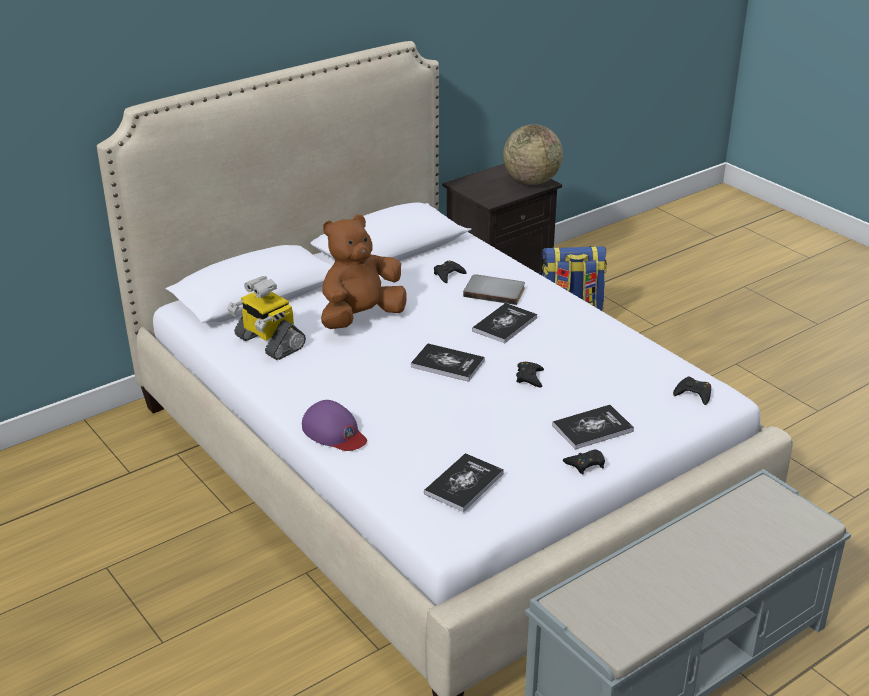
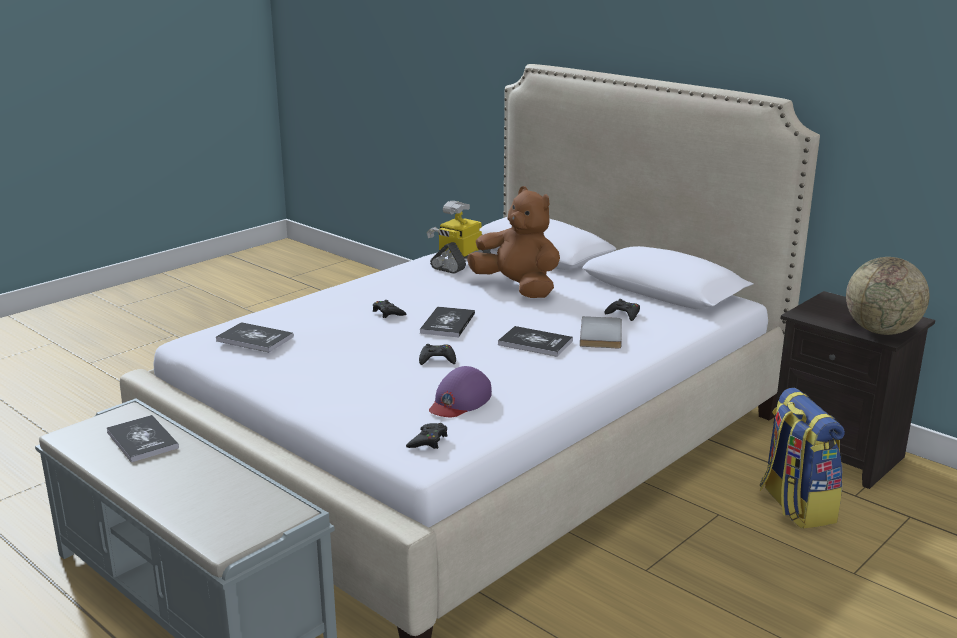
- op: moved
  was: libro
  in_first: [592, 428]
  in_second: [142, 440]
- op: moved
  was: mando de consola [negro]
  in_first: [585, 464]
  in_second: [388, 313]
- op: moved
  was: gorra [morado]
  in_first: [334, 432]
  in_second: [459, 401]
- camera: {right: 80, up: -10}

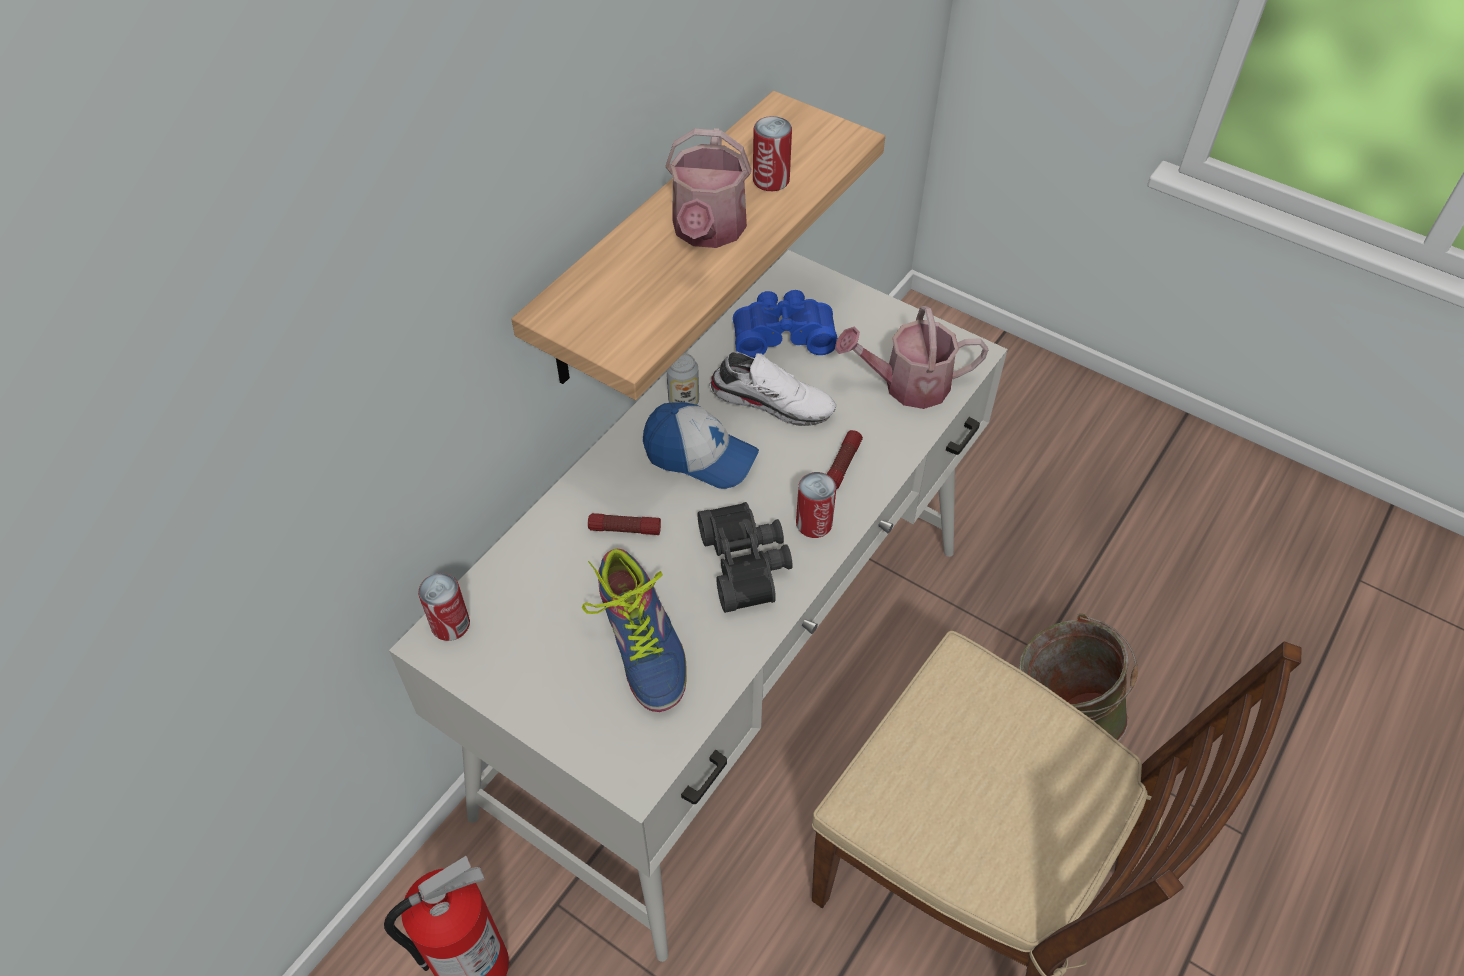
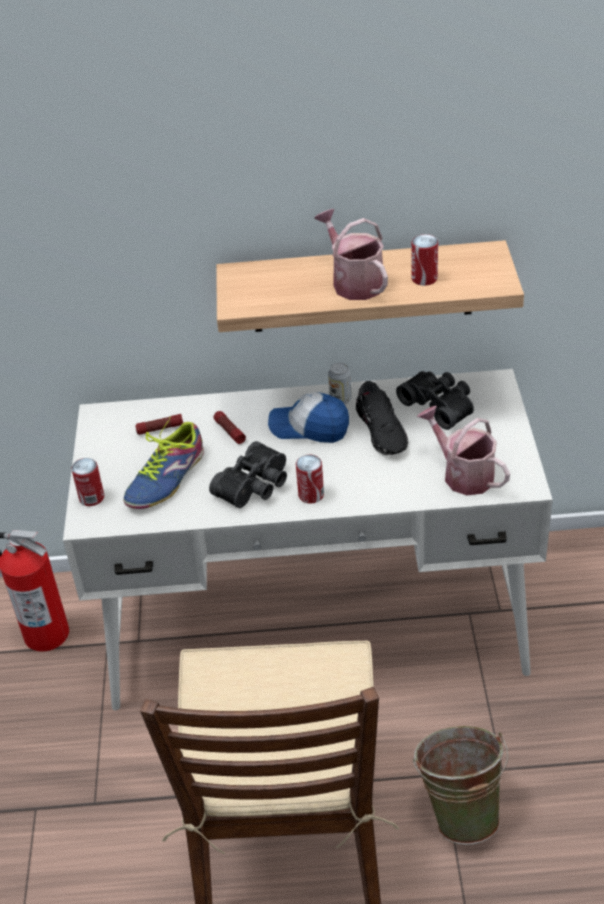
- op: moved
  was: lata
  in_first: [450, 625]
  in_second: [91, 497]
- op: moved
  was: linterna
  in_first: [842, 465]
  in_second: [160, 429]
- op: turned
  was: gorra
  in_first: [700, 456]
  in_second: [309, 427]
  clockwise: 120
- op: turned
  was: regadera
  in_first: [707, 232]
  in_second: [354, 282]
  clockwise: 90
- op: recoloured
  was: zapato [blanco]
  now: zapato [negro]
  in_first: [773, 401]
  in_second: [382, 430]
- op: recoloured
  was: prismáticos [azul]
  now: prismáticos [negro]
  in_first: [783, 334]
  in_second: [439, 405]
- camera: {right: 55, up: -10}

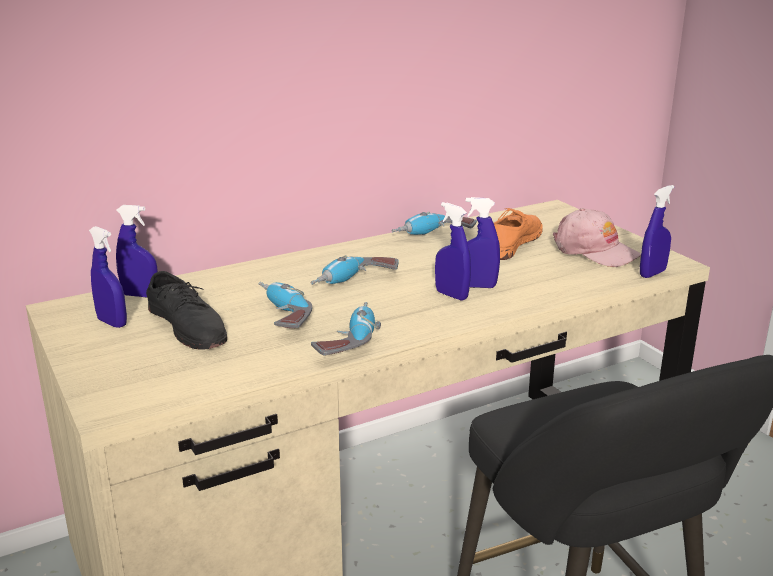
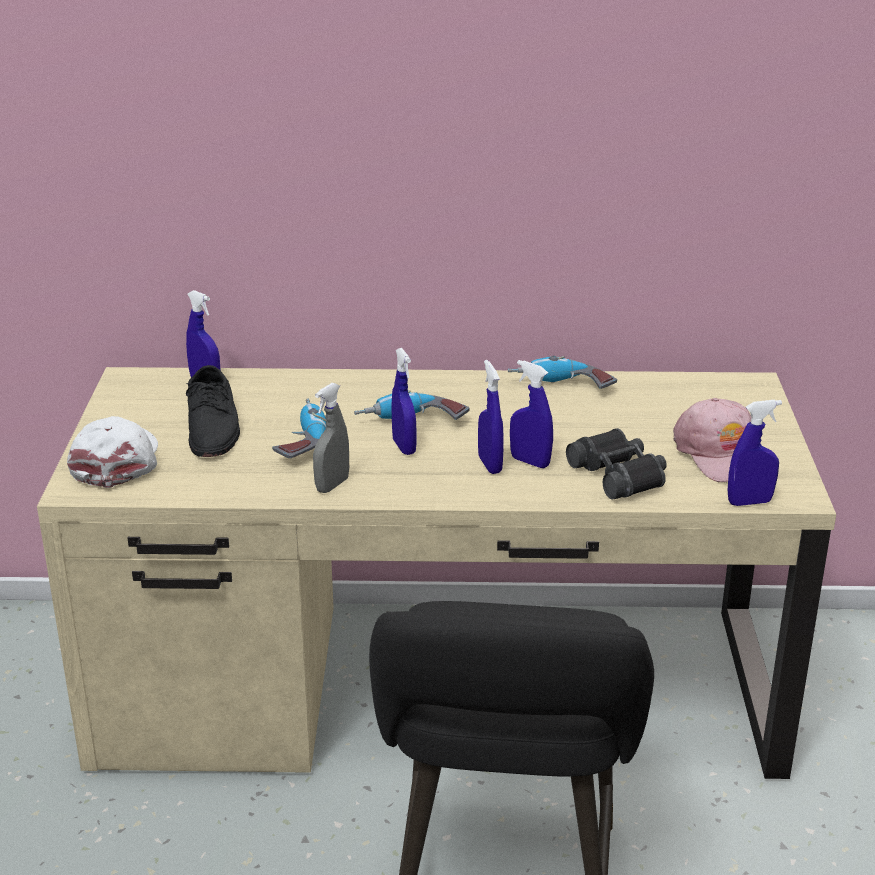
- op: added
  now: gorra [blanco]
  in_second: [116, 461]
- op: replaced
  was: taladro
  now: pulverizador [gris]
  in_first: [348, 340]
  in_second: [332, 485]
- op: moved
  was: pulverizador [azul]
  in_first: [112, 323]
  in_second: [404, 447]
- op: added
  now: prismáticos [negro]
  in_second: [619, 475]
- op: removed
  was: zapato [naranja]
  in_first: [512, 242]
- camera: {right: 30, up: 5}

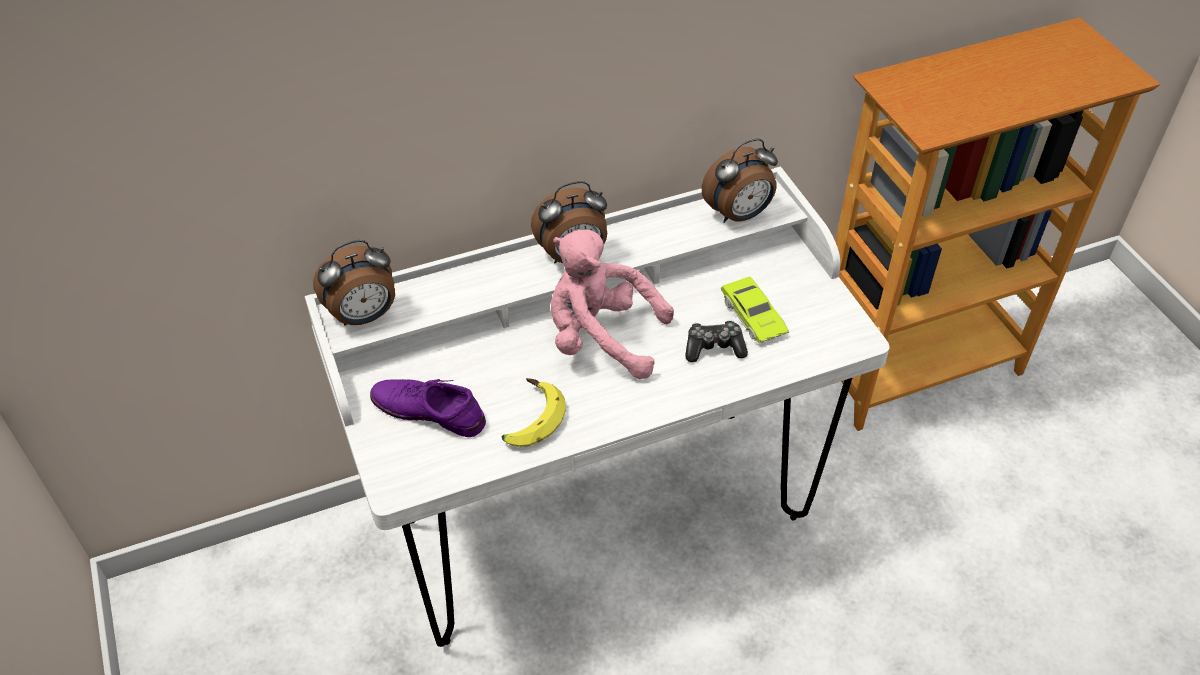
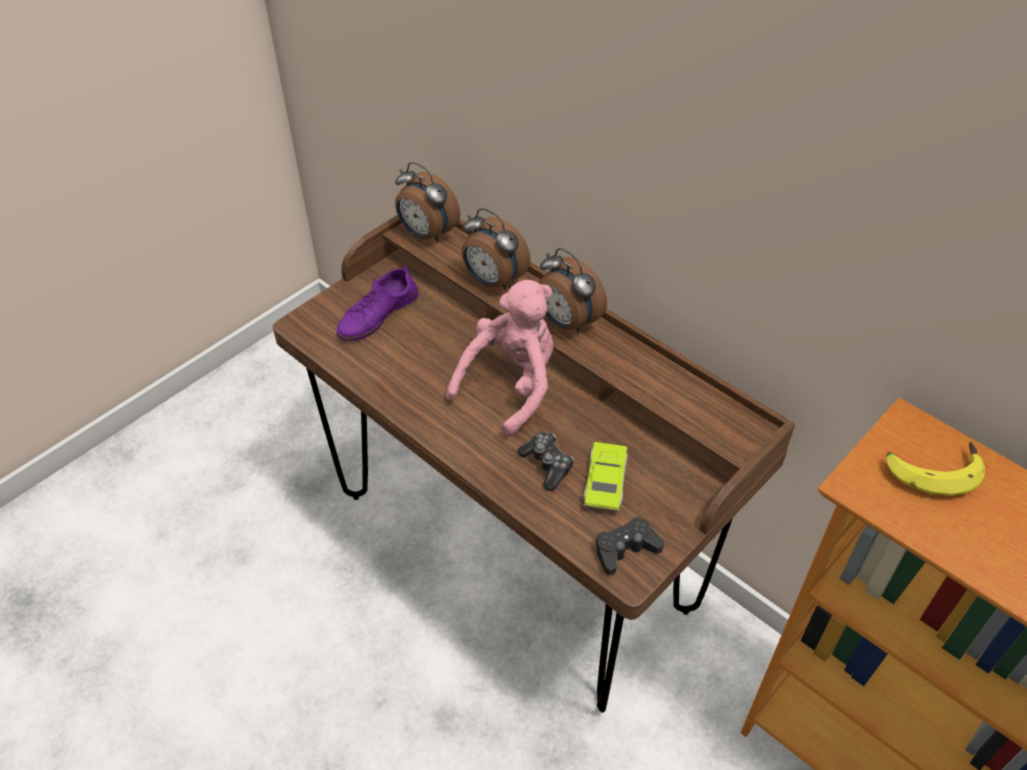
- op: recoloured
  was: escritorio [blanco]
  now: escritorio [marrón]
  in_first: [599, 518]
  in_second: [515, 551]
- op: turned
  was: zapato [morado]
  in_first: [428, 411]
  in_second: [378, 314]
  clockwise: -135
- op: turned
  was: peluche [rosa]
  in_first: [600, 338]
  in_second: [511, 385]
  clockwise: 45
- op: moved
  was: despertador
  in_first: [739, 215]
  in_second: [493, 281]
- op: turned
  was: coche de juguete [verde]
  in_first: [753, 316]
  in_second: [605, 481]
  clockwise: 150
- op: added
  now: mando de consola [negro]
  in_second: [625, 549]
- op: moved
  was: plátano
  in_first: [529, 418]
  in_second: [931, 469]
- camera: {right: 65, up: 0}

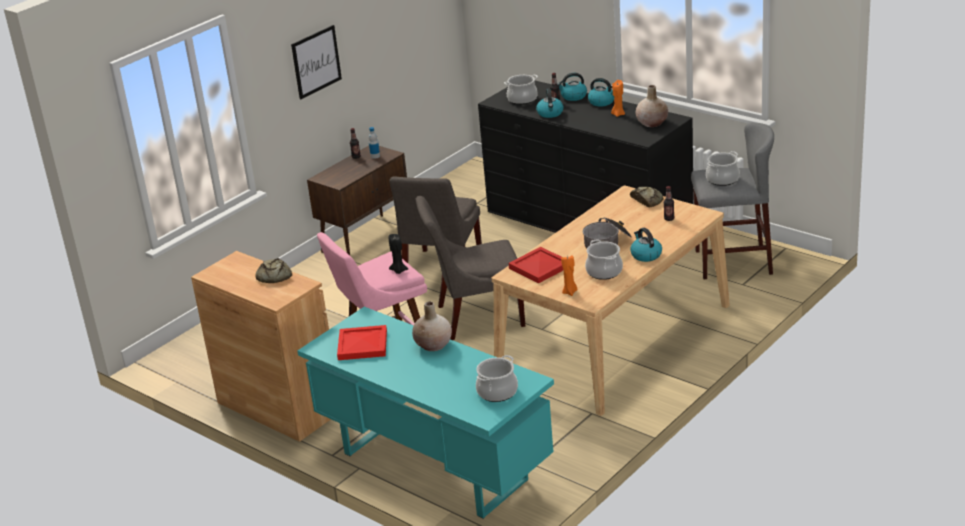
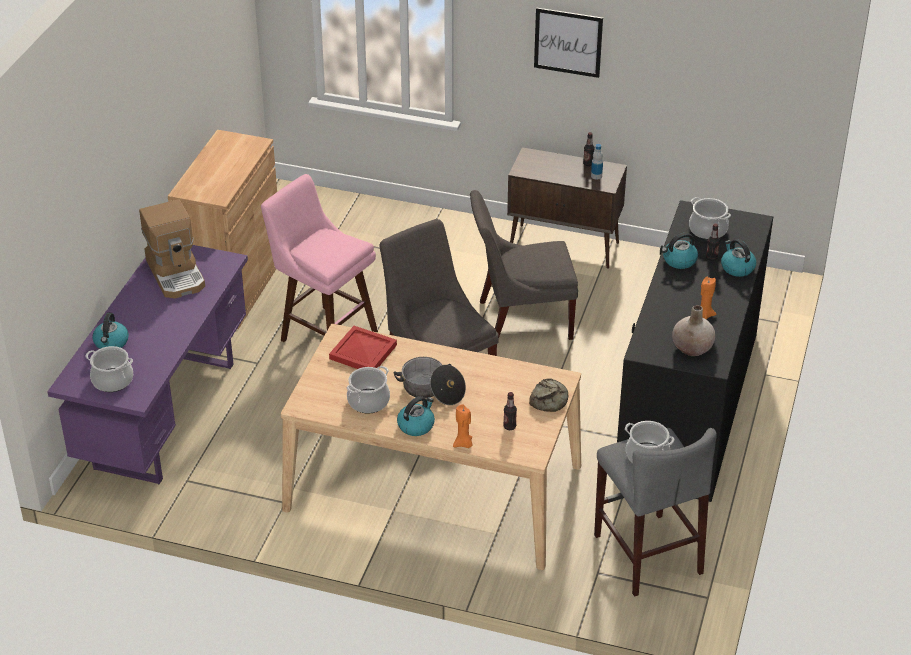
- op: recoloured
  was: escritorio [turquesa]
  now: escritorio [morado]
  in_first: [433, 467]
  in_second: [164, 414]
- op: moved
  was: hervidor
  in_first: [602, 102]
  in_second: [111, 343]
- op: replaced
  was: bandeja [rojo]
  now: cafetera
  in_first: [362, 344]
  in_second: [177, 273]
- op: moved
  was: vela [naranja]
  in_first: [570, 292]
  in_second: [463, 444]
- op: removed
  was: pan
  in_first: [273, 276]
- op: removed
  was: vela [negro]
  in_first: [398, 271]
- op: removed
  was: florero [beis]
  in_first: [433, 345]
- camera: {right: 65, up: 10}

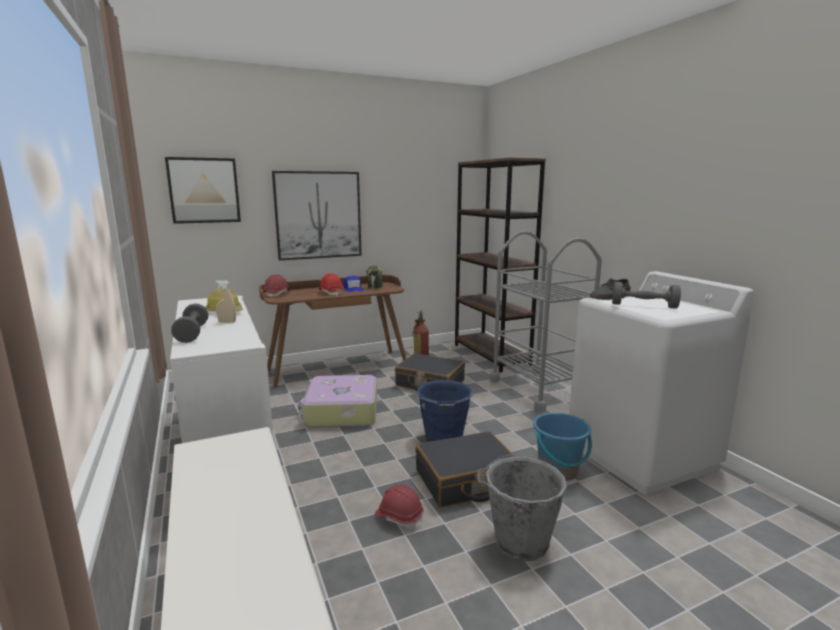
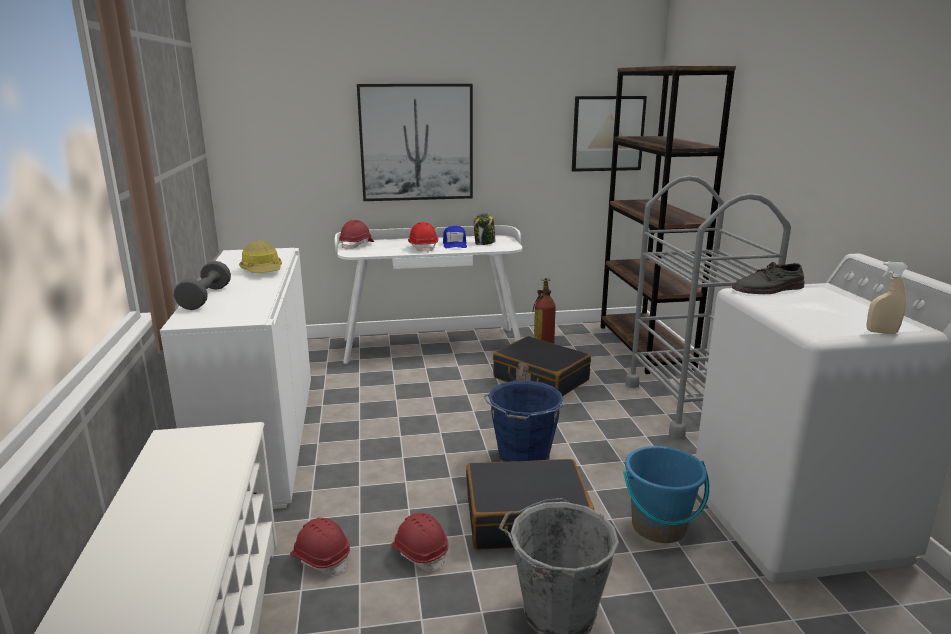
- op: added
  now: casco [rojo]
  in_second: [321, 558]
- op: recoloured
  was: escritorio [marrón]
  now: escritorio [blanco]
  in_first: [338, 367]
  in_second: [432, 344]
- op: moved
  was: cuadro
  in_first: [204, 190]
  in_second: [608, 133]
- op: moved
  was: pulverizador [beis]
  in_first: [227, 322]
  in_second: [881, 332]
- op: removed
  was: maleta
  in_first: [341, 412]
- op: removed
  was: mancuerna [gris]
  in_first: [643, 306]
- camera: {right: 15, up: 5}

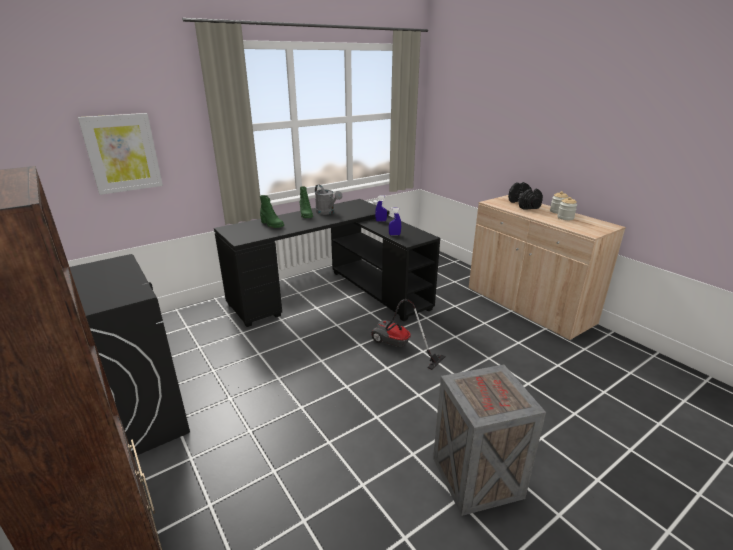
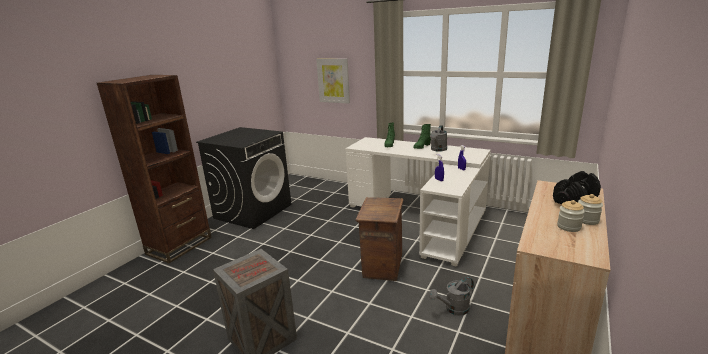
- op: recoloured
  was: escritorio [negro]
  now: escritorio [blanco]
  in_first: [333, 294]
  in_second: [423, 218]
- op: replaced
  was: aspiradora
  now: caja de embalaje
  in_first: [398, 347]
  in_second: [382, 266]
- op: added
  now: regadera [gris]
  in_second: [453, 309]
- camera: {right: 65, up: -5}

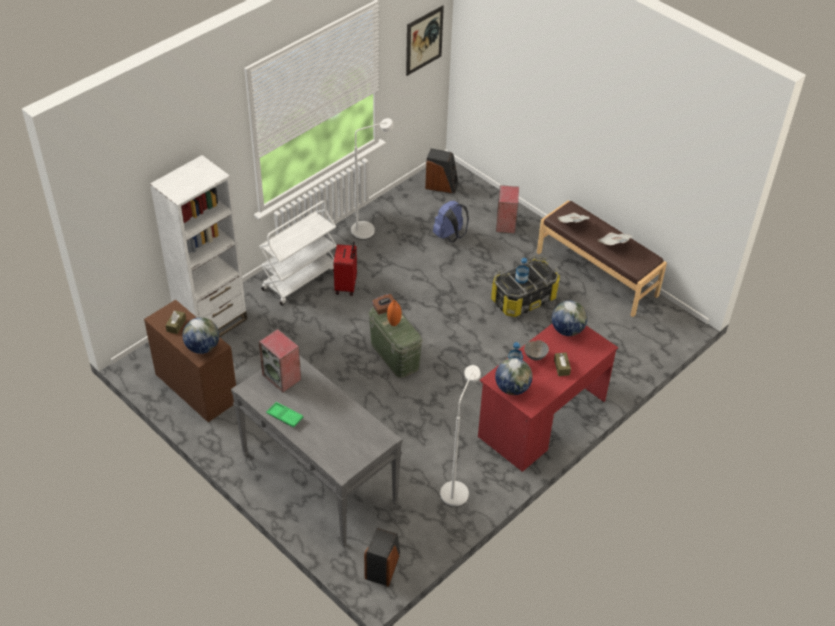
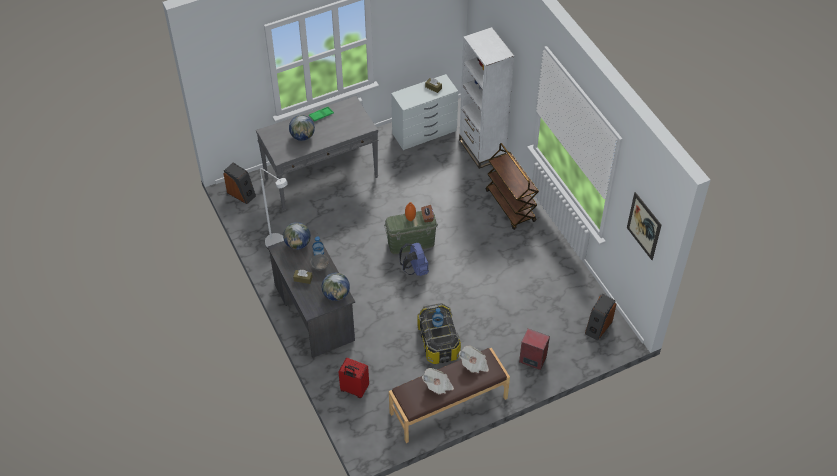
- op: recoloured
  was: escritorio [rojo]
  now: escritorio [gris]
  in_first: [541, 419]
  in_second: [314, 312]
- op: moved
  was: globo terráqueo
  in_first: [202, 347]
  in_second: [302, 136]
- op: moved
  was: maleta [rojo]
  in_first: [346, 286]
  in_second: [354, 389]
- op: recoloured
  was: cómoda [marrón]
  now: cómoda [blanco]
  in_first: [196, 387]
  in_second: [425, 132]
- op: moved
  was: mochila [azul]
  in_first: [450, 236]
  in_second: [415, 269]
- op: recoloured
  was: carrito [blanco]
  now: carrito [marrón]
  in_first: [300, 279]
  in_second: [510, 206]
- op: removed
  was: altavoz
  in_first: [282, 377]
- op: removed
  was: lámpara de pie [blanco]
  in_first: [369, 229]
- camera: {right: 110, up: 5}

